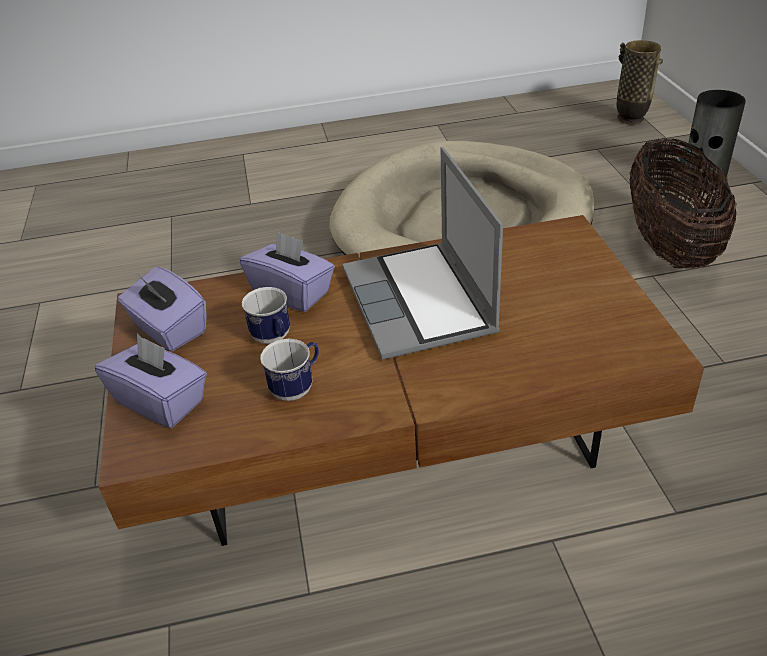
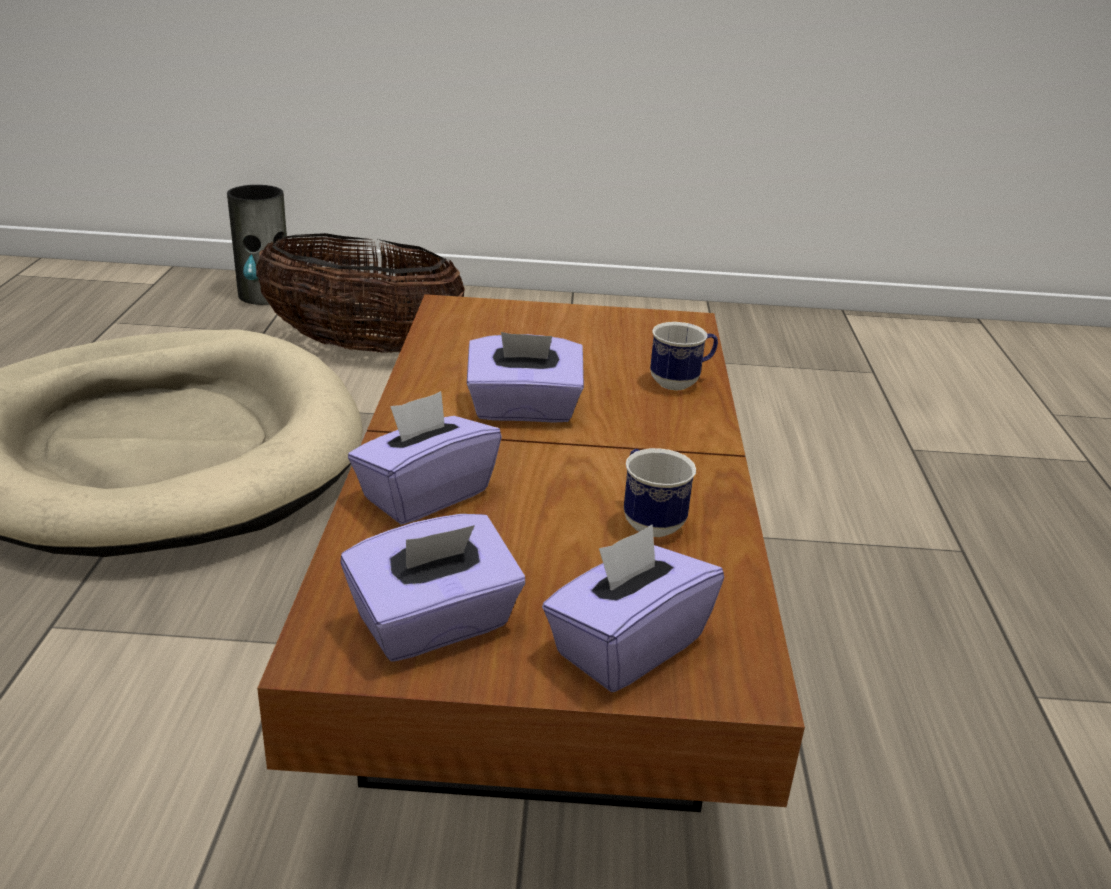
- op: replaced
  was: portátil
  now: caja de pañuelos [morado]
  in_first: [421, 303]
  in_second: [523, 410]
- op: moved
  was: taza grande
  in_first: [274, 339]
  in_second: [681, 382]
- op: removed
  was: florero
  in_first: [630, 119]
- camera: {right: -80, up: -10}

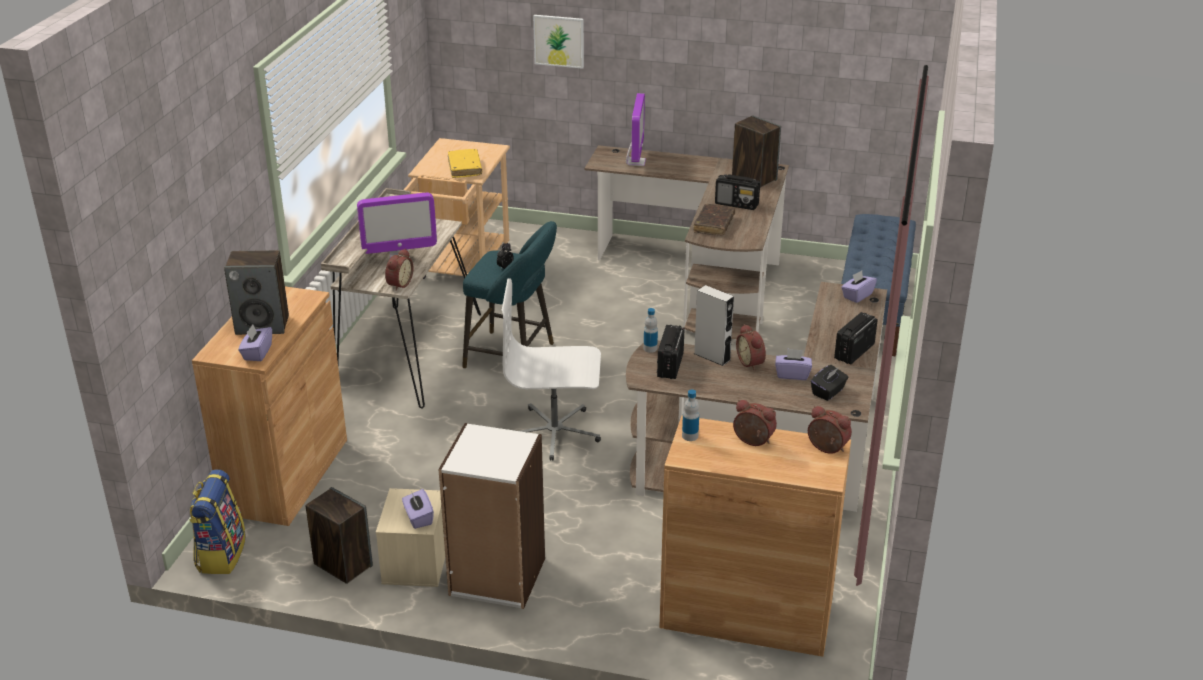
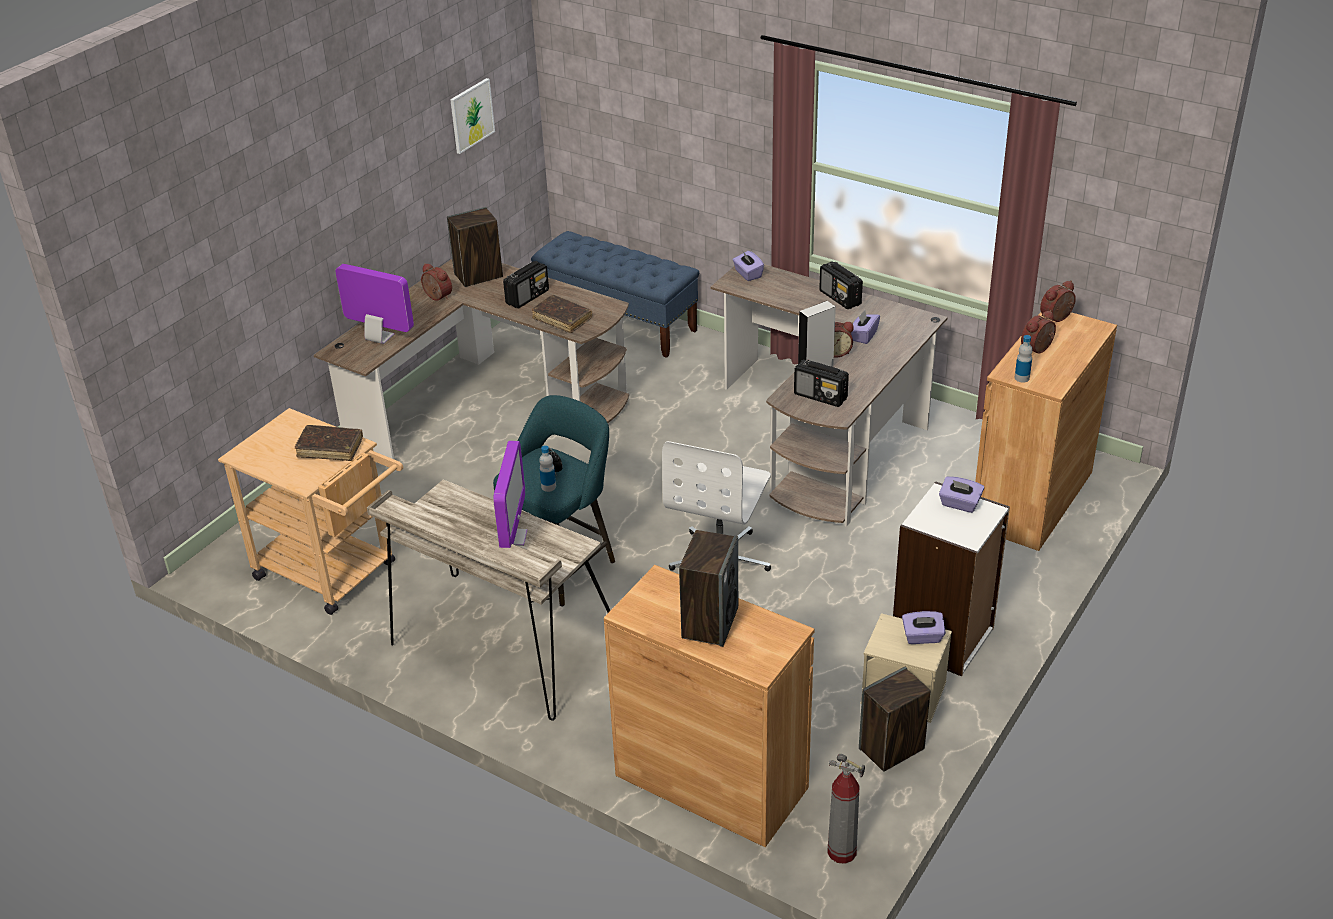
- op: recoloured
  was: libro [amarillo]
  now: libro [marrón]
  in_first: [465, 168]
  in_second: [330, 448]
- op: moved
  was: despertador
  in_first: [398, 284]
  in_second: [436, 297]
- op: moved
  was: cuadro
  in_first: [559, 41]
  in_second: [471, 115]
- op: moved
  was: botella
  in_first: [650, 348]
  in_second: [548, 487]
- op: replaced
  was: mochila
  now: extintor
  in_first: [221, 554]
  in_second: [841, 851]
- op: moved
  was: caja de pañuelos [morado]
  in_first: [257, 353]
  in_second: [959, 504]
- op: removed
  was: caja de pañuelos [negro]
  in_first: [828, 392]
- camera: {right: -70, up: 5}

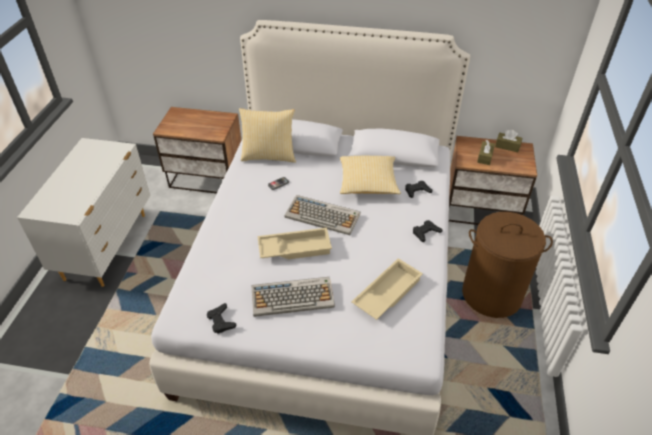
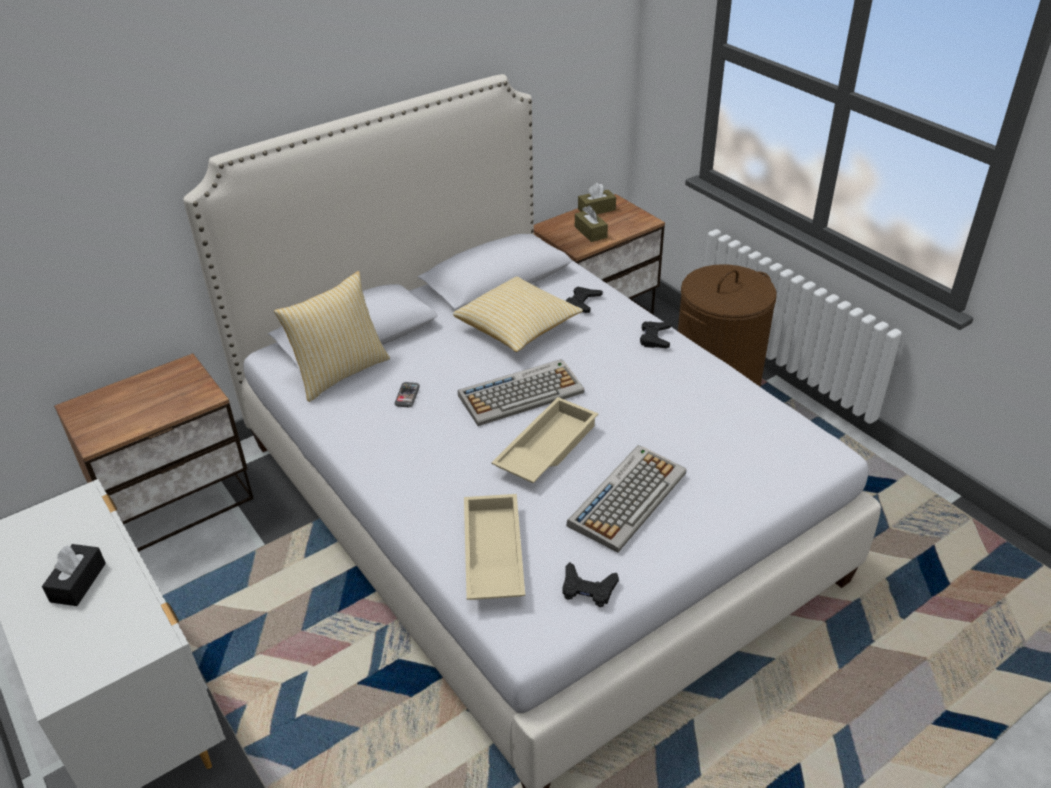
- op: added
  now: caja de pañuelos [negro]
  in_second: [78, 582]
- op: moved
  was: bandeja [beis]
  in_first: [386, 292]
  in_second: [491, 554]
- camera: {right: -45, up: -5}

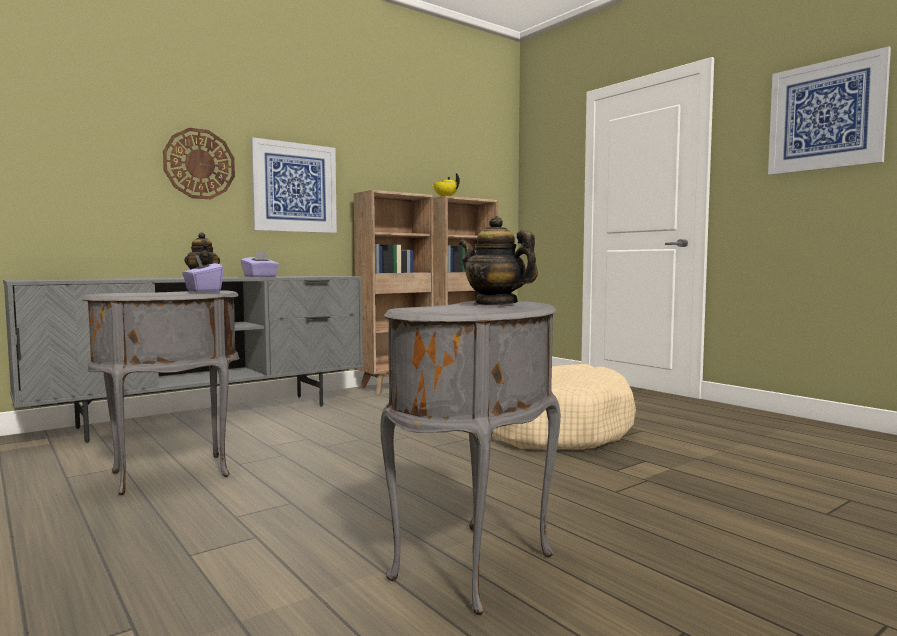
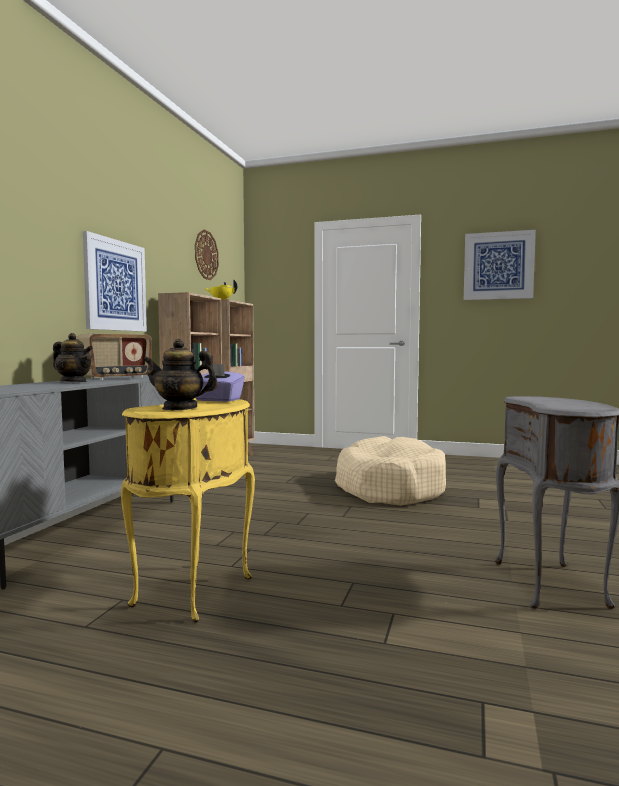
- op: replaced
  was: caja de pañuelos [morado]
  now: radio
  in_first: [260, 276]
  in_second: [116, 378]
- op: recoloured
  was: mesa auxiliar [gris]
  now: mesa auxiliar [amarillo]
  in_first: [172, 475]
  in_second: [198, 592]
- op: moved
  was: tetera
  in_first: [495, 304]
  in_second: [180, 408]
- op: moved
  was: reloj de pared
  in_first: [199, 164]
  in_second: [206, 255]
- camera: {right: -35, up: 0}

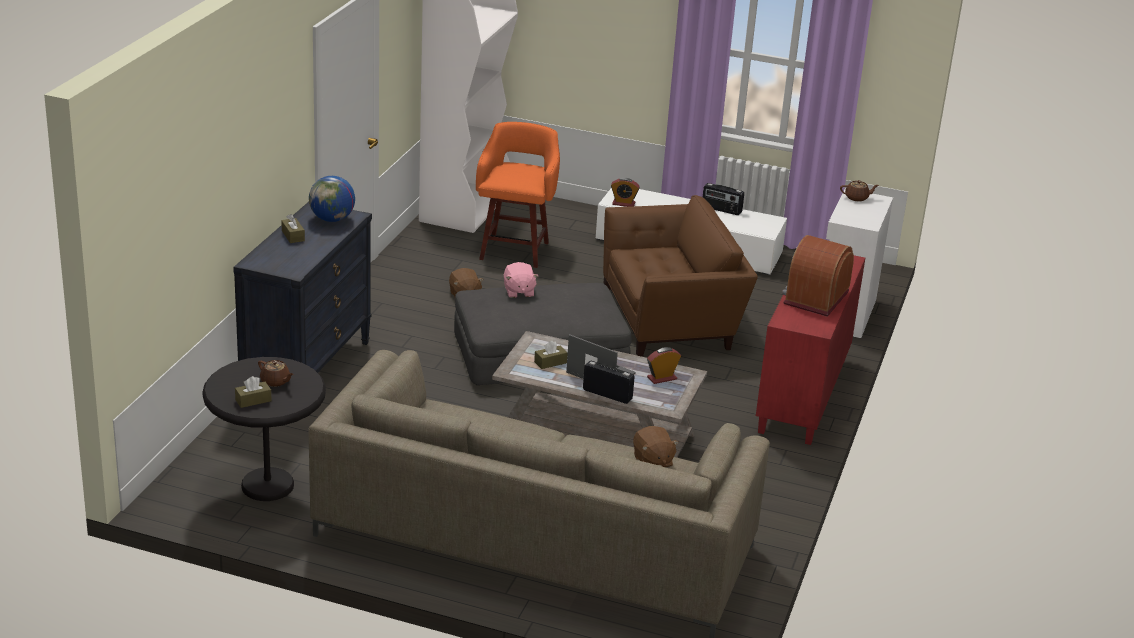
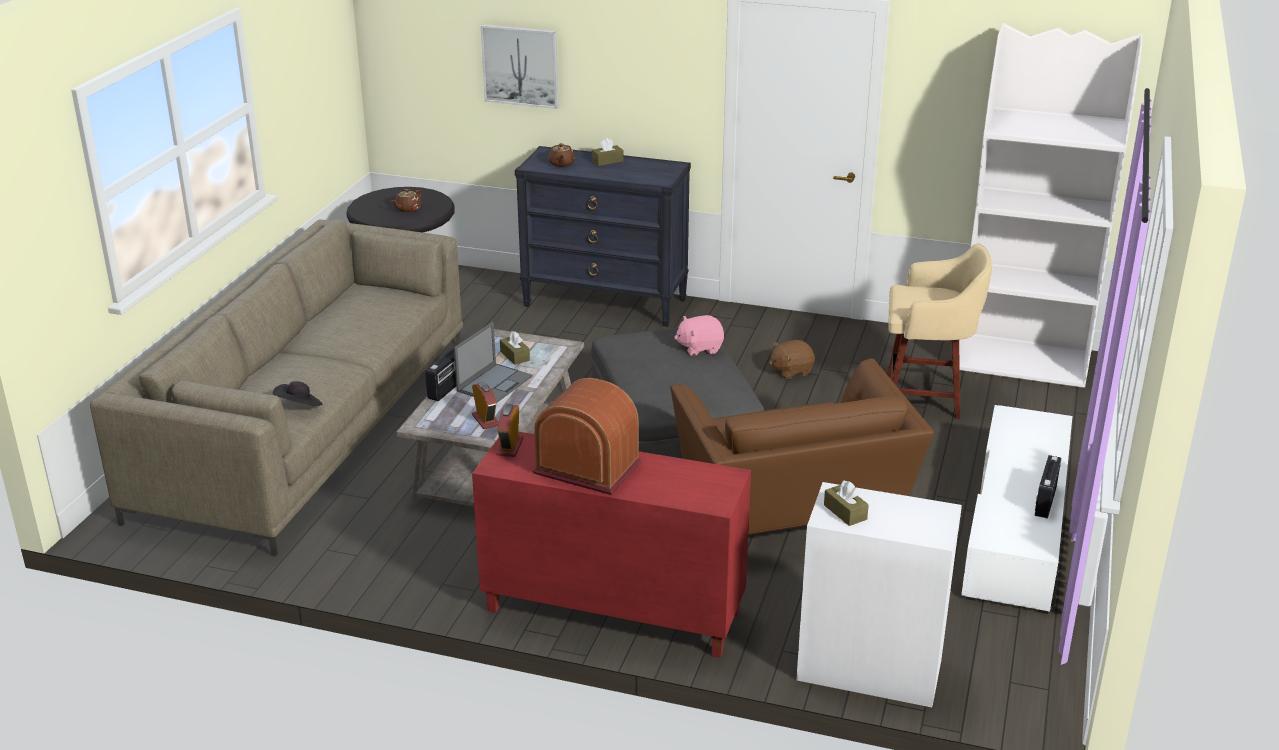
- op: replaced
  was: peluche [marrón]
  now: sombrero [negro]
  in_first: [652, 461]
  in_second: [299, 406]
- op: added
  now: cuadro
  in_second: [520, 66]
- op: moved
  was: despertador
  in_first: [623, 203]
  in_second: [510, 447]
- op: moved
  was: tetera [marrón]
  in_first: [857, 198]
  in_second: [561, 164]
- op: moved
  was: caja de pañuelos [marrón]
  in_first: [253, 400]
  in_second: [845, 512]
- op: recoloured
  was: taburete [naranja]
  now: taburete [beis]
  in_first: [515, 249]
  in_second: [926, 397]
- op: removed
  was: globo terráqueo
  in_first: [332, 219]
- camera: {right: 90, up: 0}

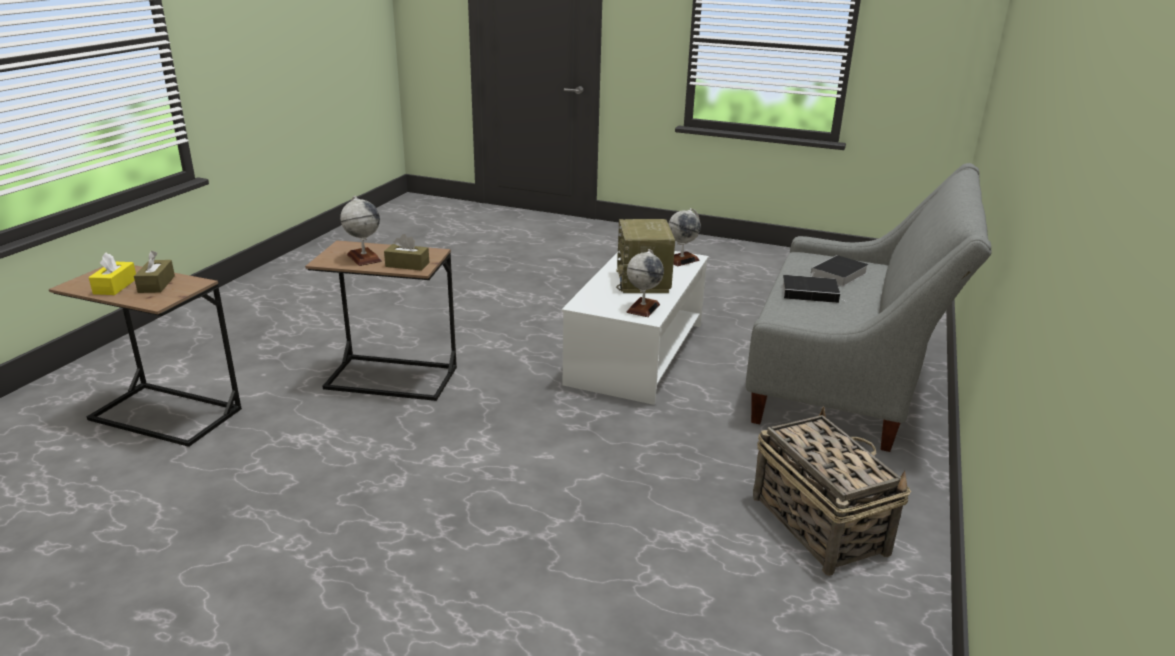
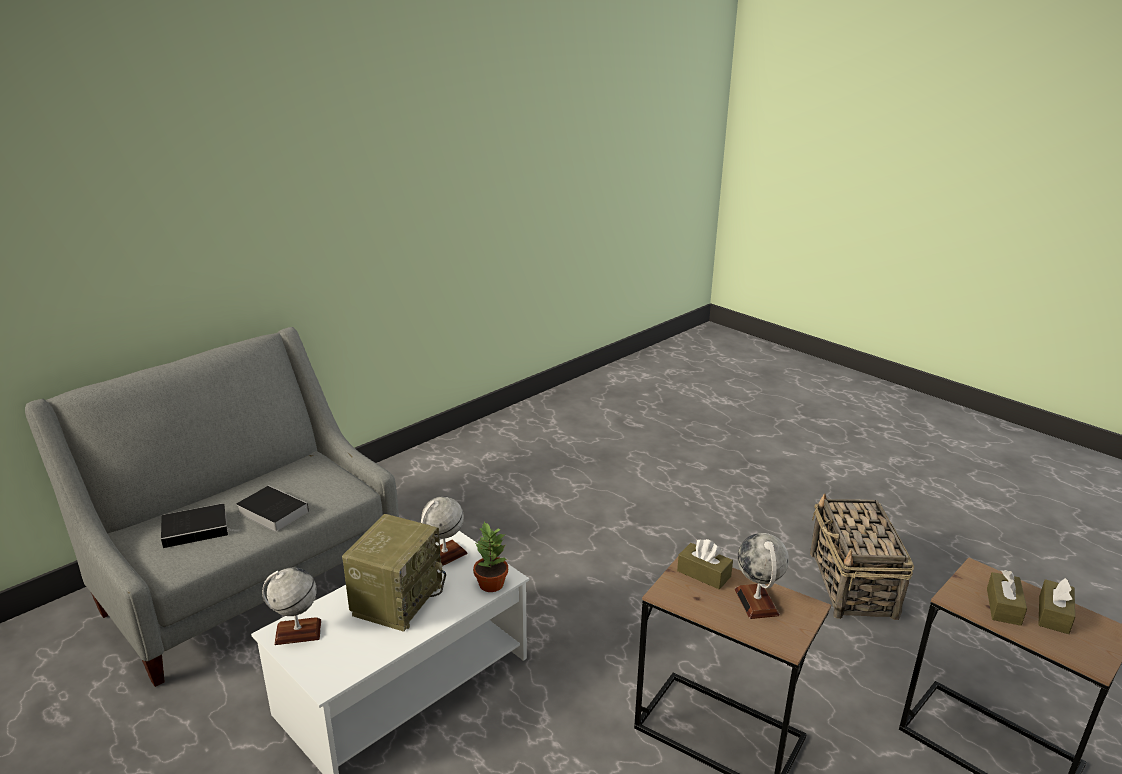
- op: added
  now: planta en maceta
  in_second: [490, 584]
- op: moved
  was: cesta
  in_first: [818, 523]
  in_second: [852, 585]
- op: recoloured
  was: caja de pañuelos [amarillo]
  now: caja de pañuelos [marrón]
  in_first: [115, 286]
  in_second: [1053, 614]
- camera: {right: -155, up: 0}

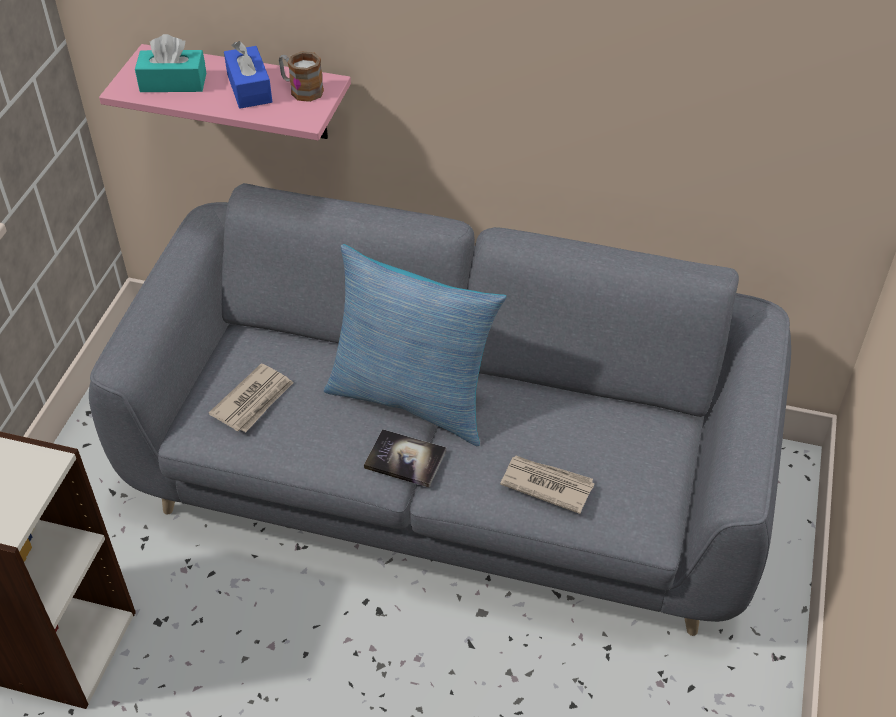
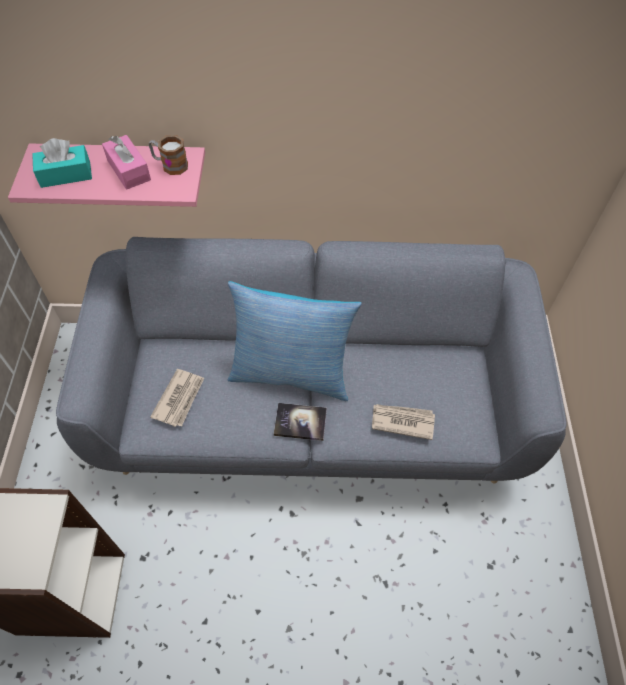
- op: recoloured
  was: caja de pañuelos [azul]
  now: caja de pañuelos [rosa]
  in_first: [249, 88]
  in_second: [129, 170]
- camera: {right: -15, up: 10}

